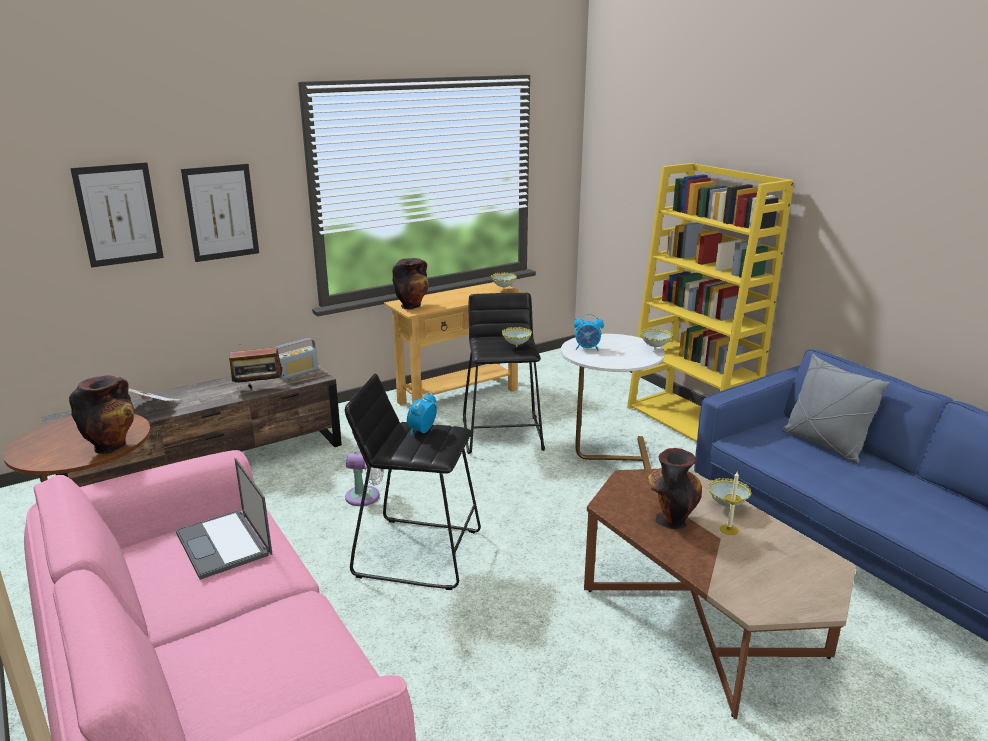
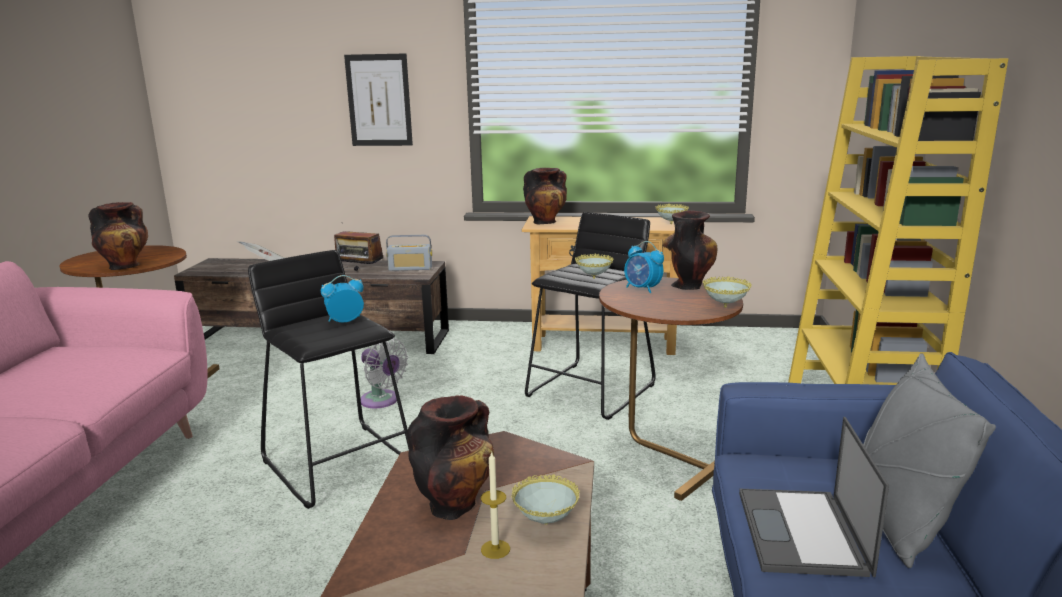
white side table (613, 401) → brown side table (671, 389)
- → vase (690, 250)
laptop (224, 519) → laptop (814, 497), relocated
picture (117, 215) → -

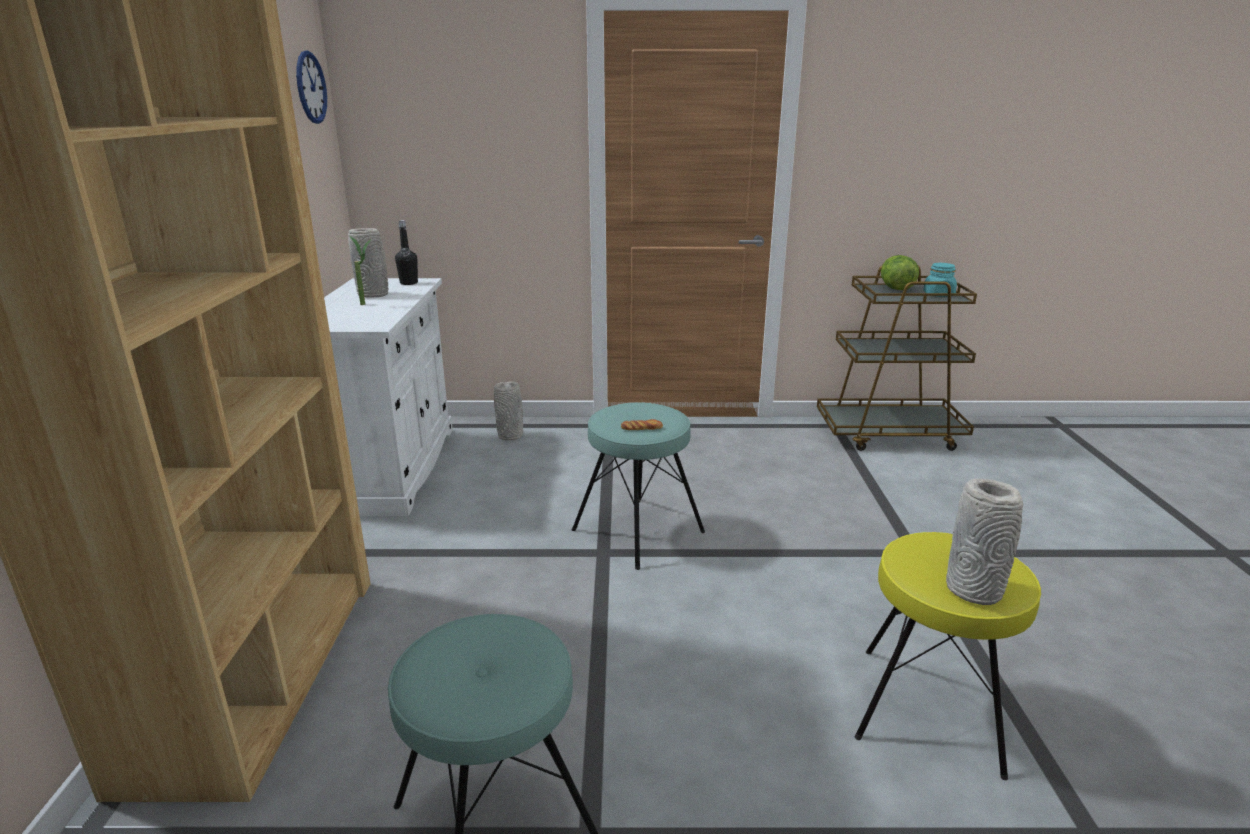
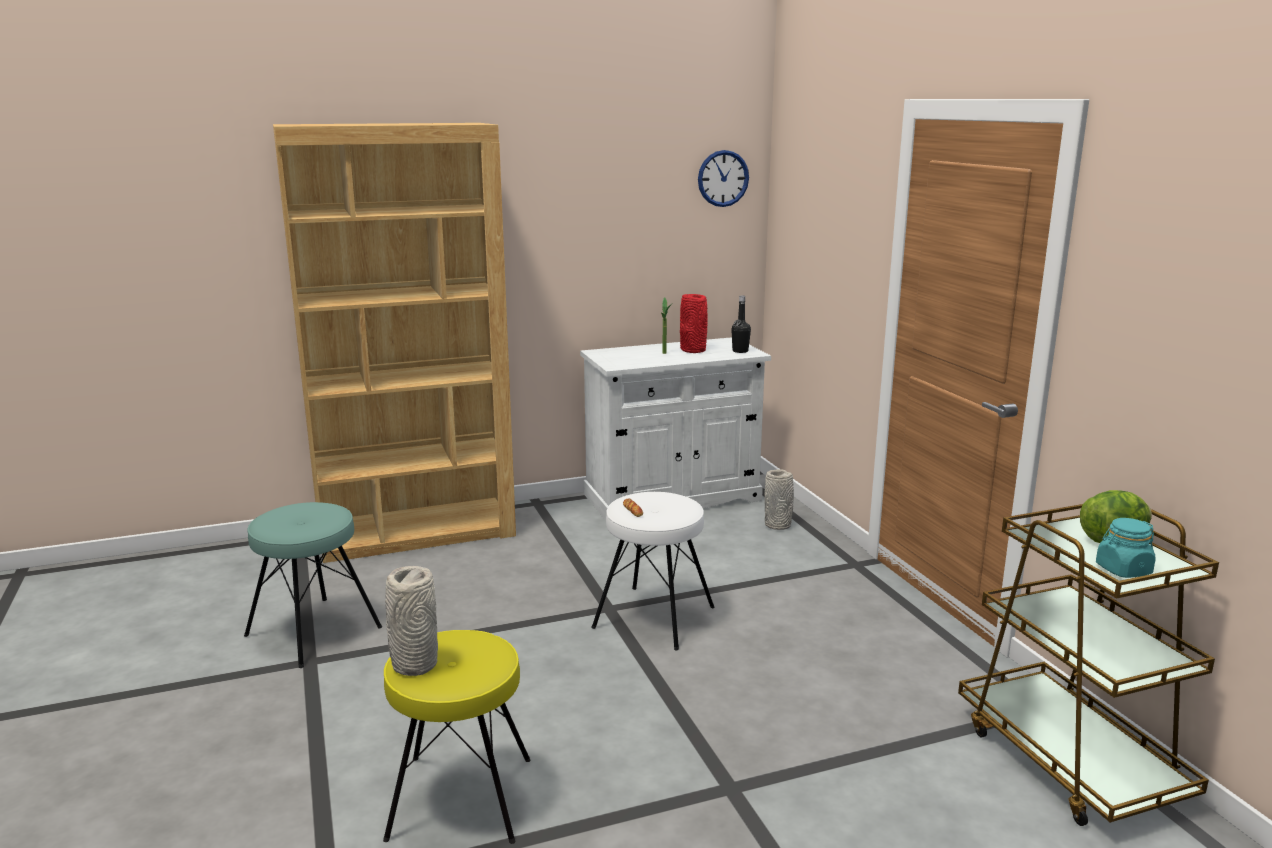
turquoise stool (638, 486) → white stool (653, 571)
grey vase (368, 263) → red vase (694, 323)

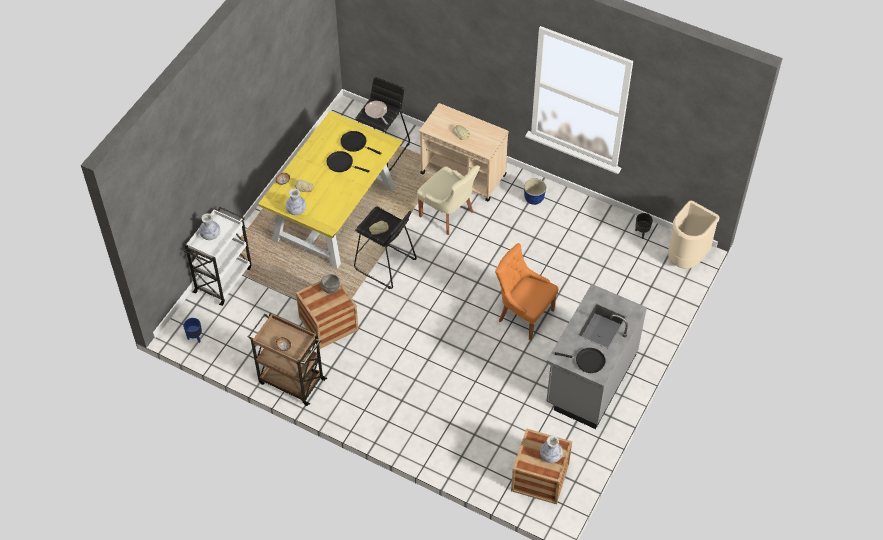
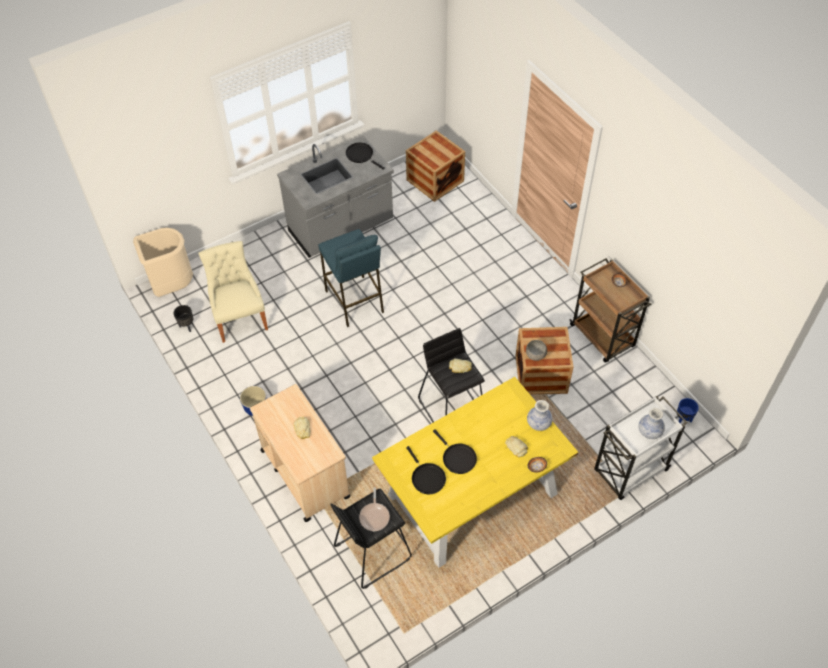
beige chair (448, 200) → beige chair (233, 292), relocated
orange chair (527, 292) → blue stool (351, 278)
vase (551, 449) → -

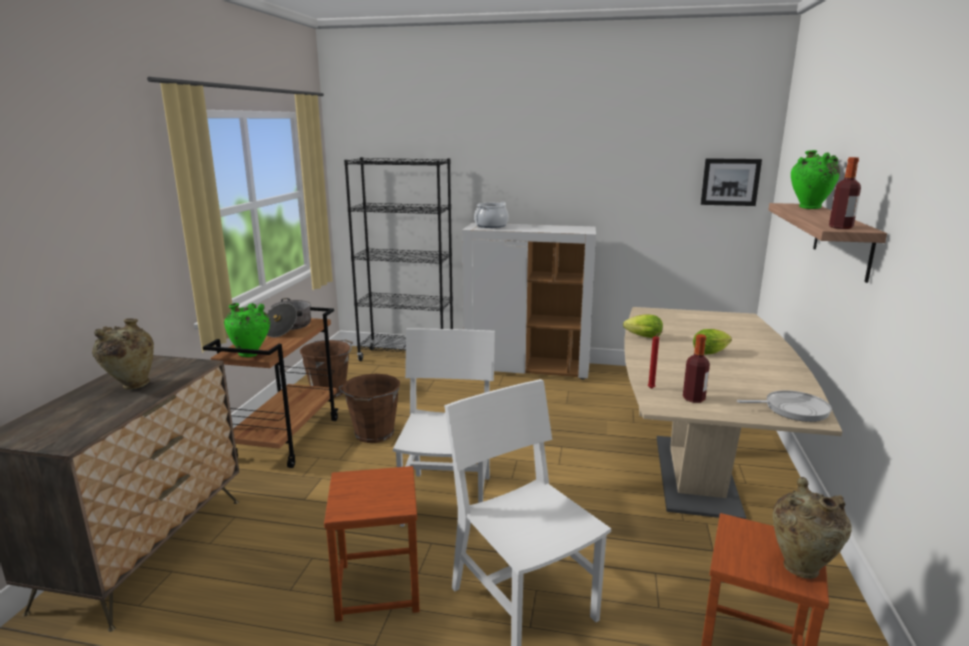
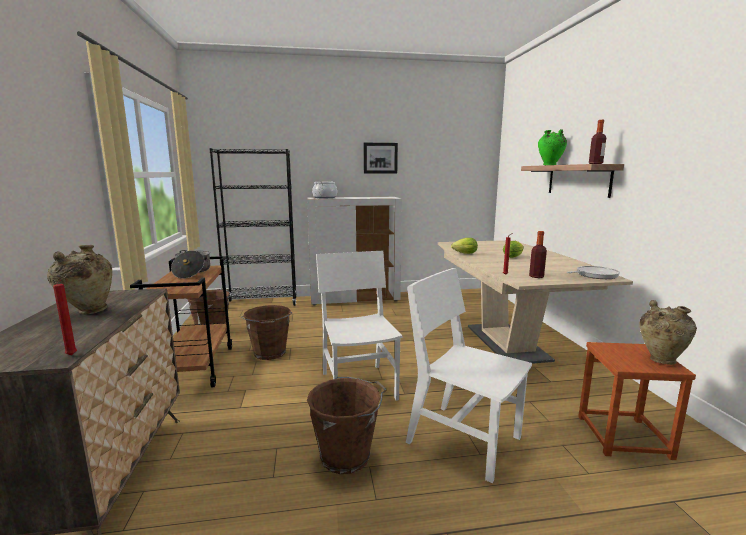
- → red candle (65, 315)
brown stool (372, 544) → brown bucket (346, 425)
picture (731, 182) → picture (380, 158), relocated
green vase (247, 330) → -

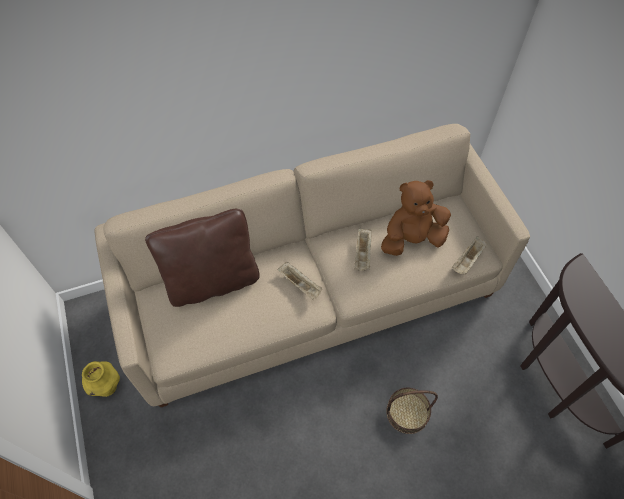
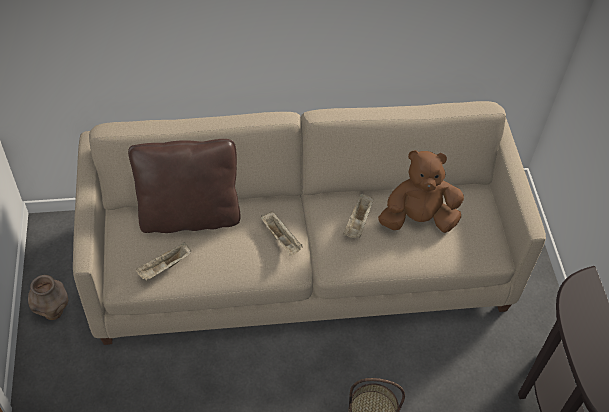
yellow vase (101, 379) → brown vase (48, 297)
beige tray (469, 255) → beige tray (163, 261), relocated

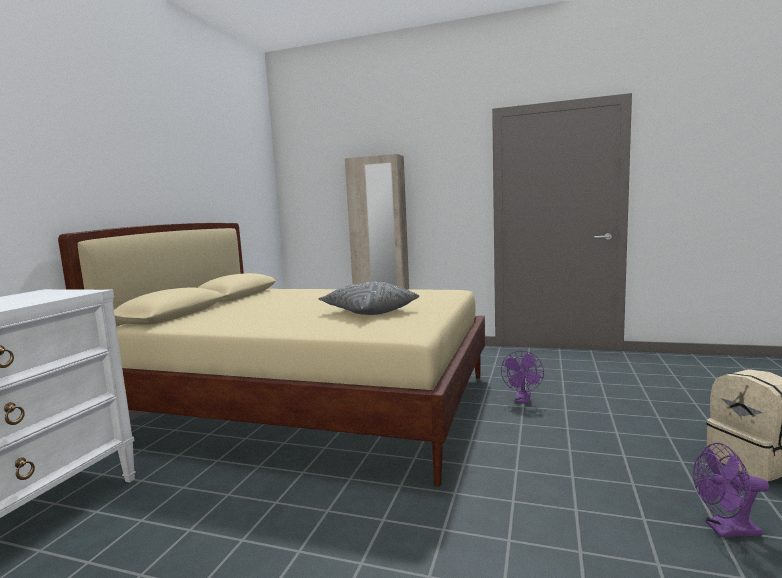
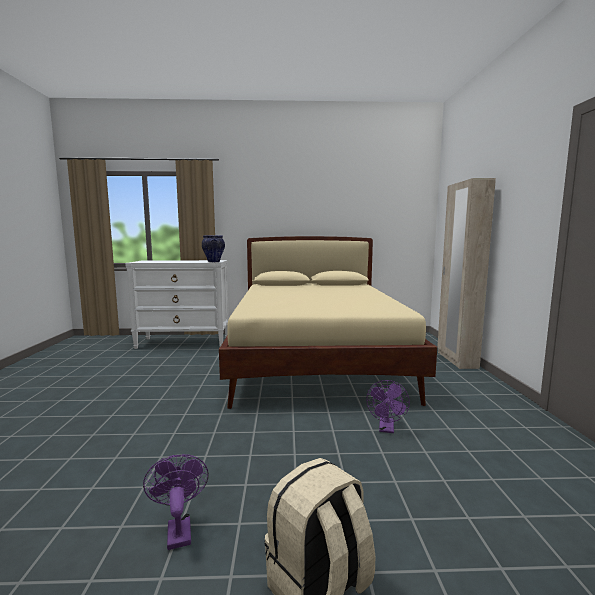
- → vase (213, 248)
purple fan (522, 377) → purple fan (388, 406), 75 degrees counterclockwise
grey pillow (369, 298) → -

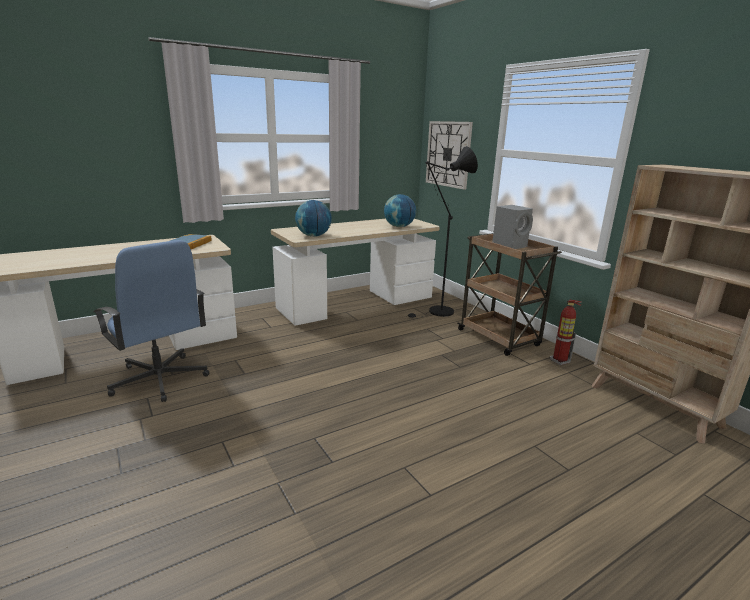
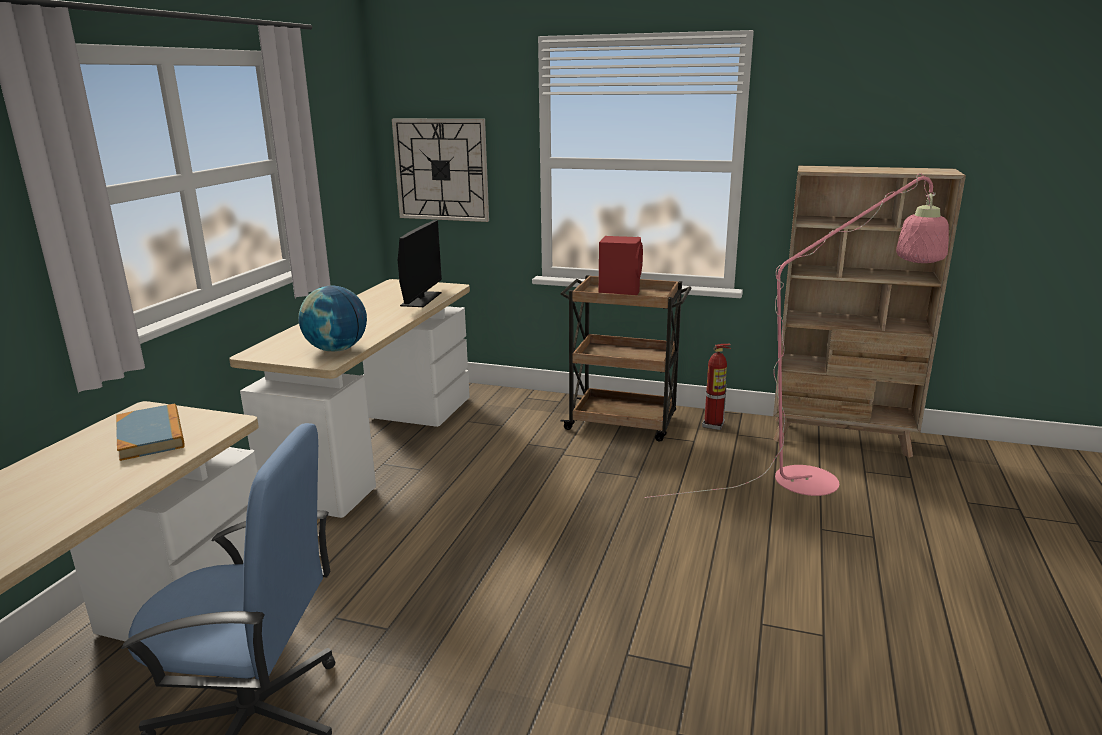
globe (400, 210) → monitor (420, 263)
grey speaker (512, 227) → red speaker (621, 265)
- → pink floor lamp (796, 335)
black floor lamp (442, 232) → -

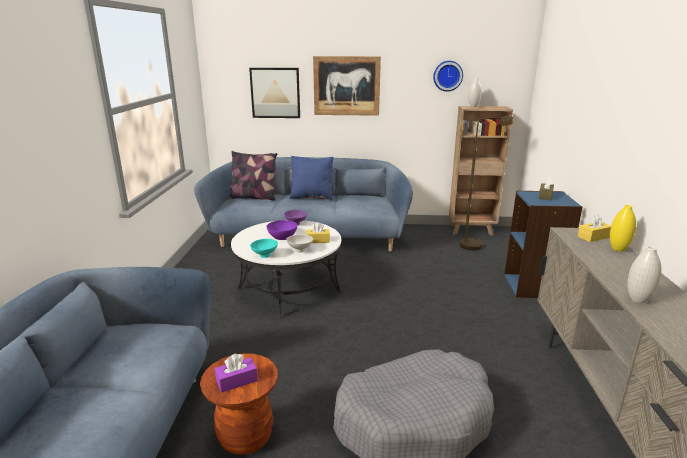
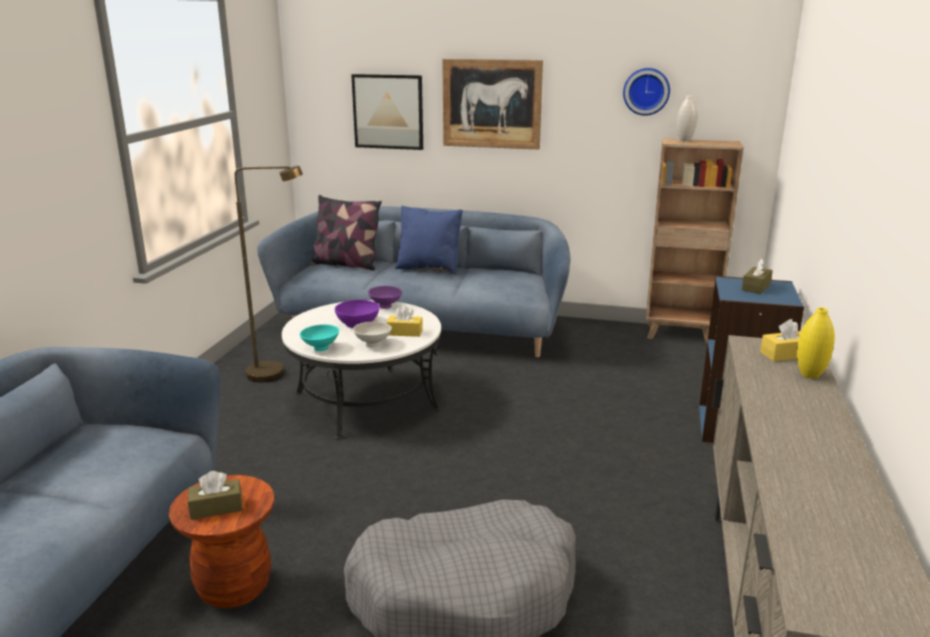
purple tissue box (236, 373) → brown tissue box (215, 495)
brown floor lamp (486, 183) → brown floor lamp (269, 274), relocated
white vase (644, 274) → -

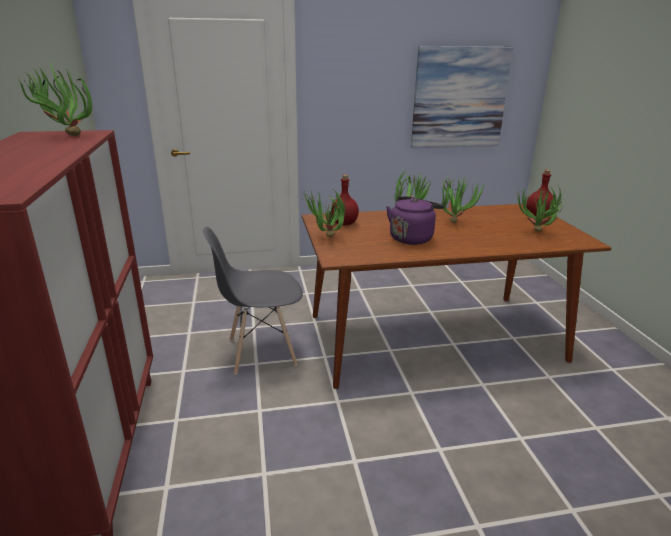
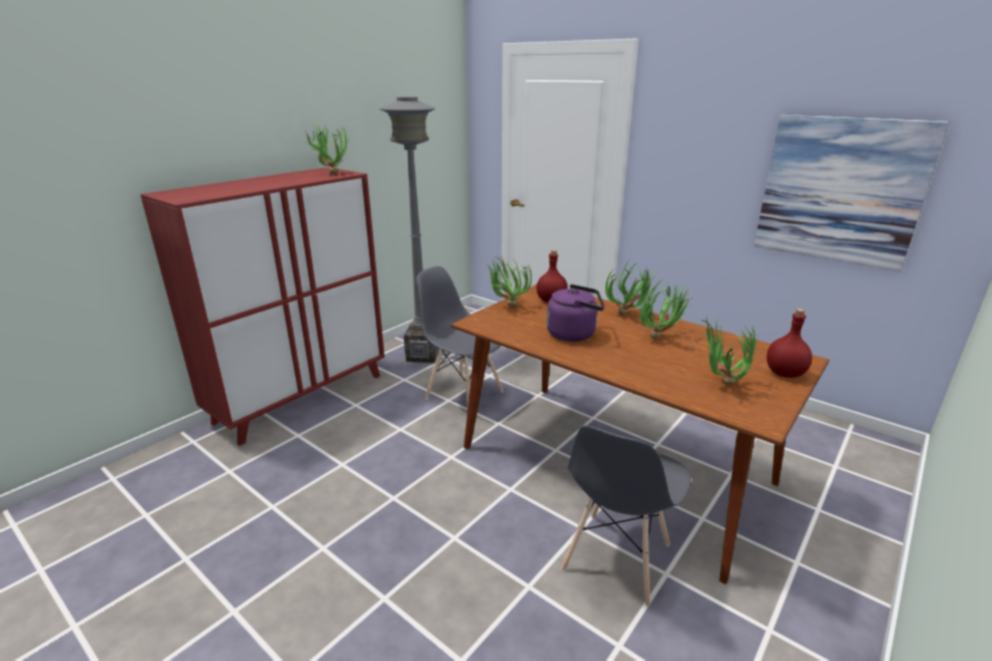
- → grey floor lamp (410, 230)
- → grey chair (626, 516)

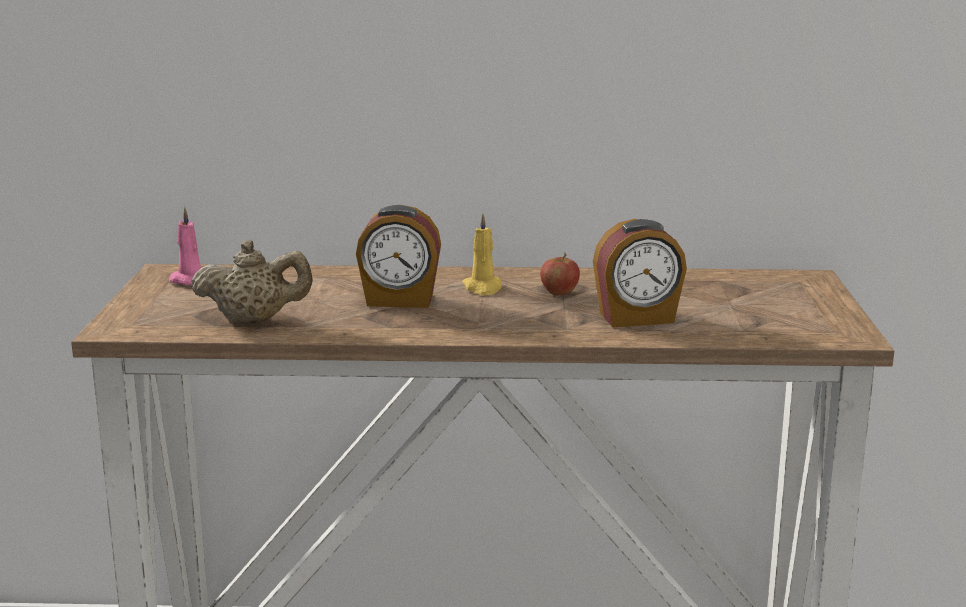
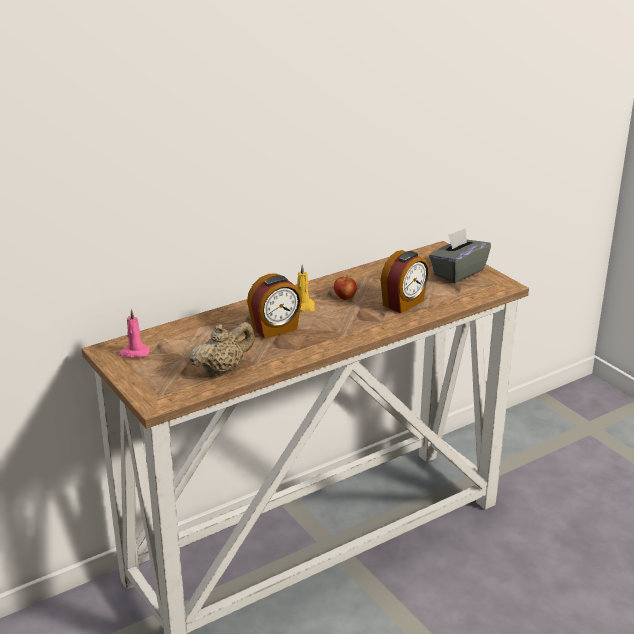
- → grey tissue box (460, 255)

